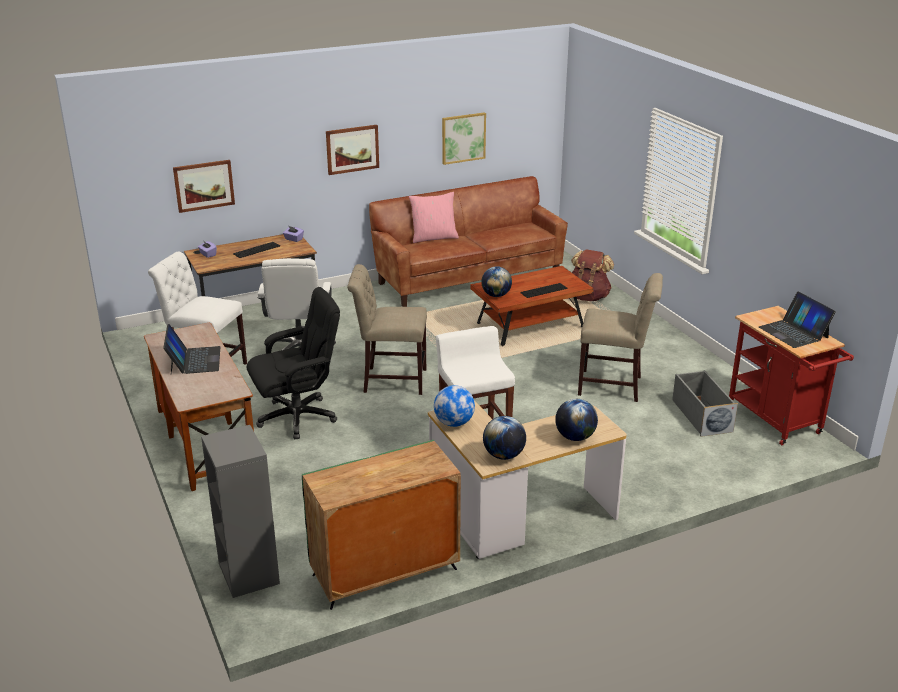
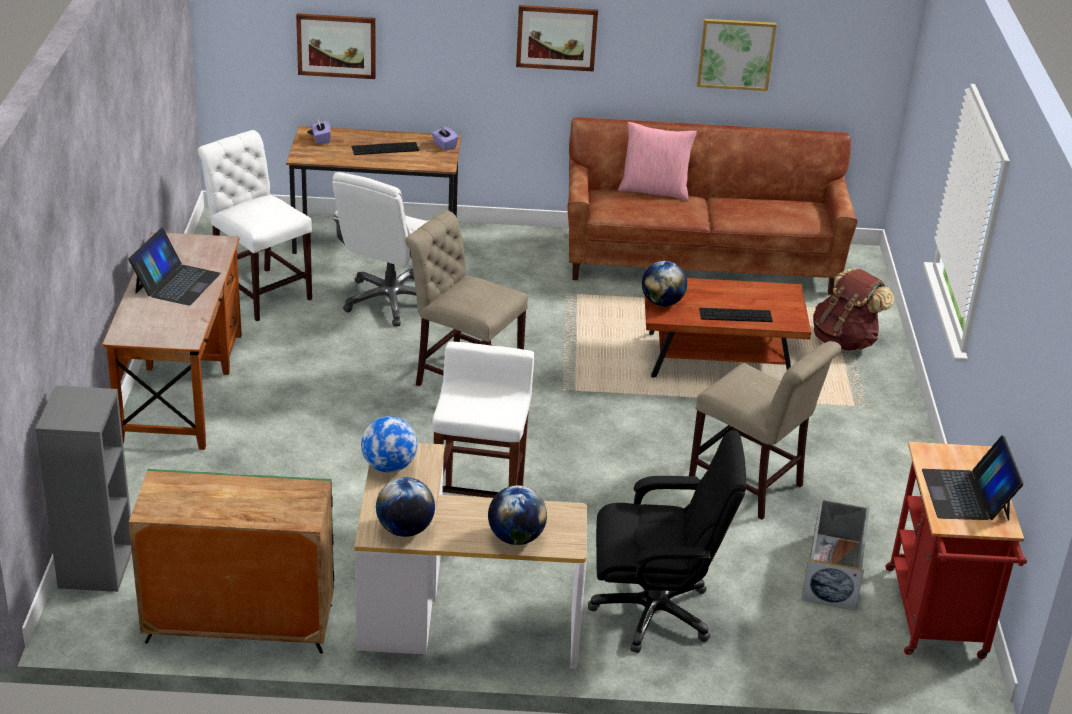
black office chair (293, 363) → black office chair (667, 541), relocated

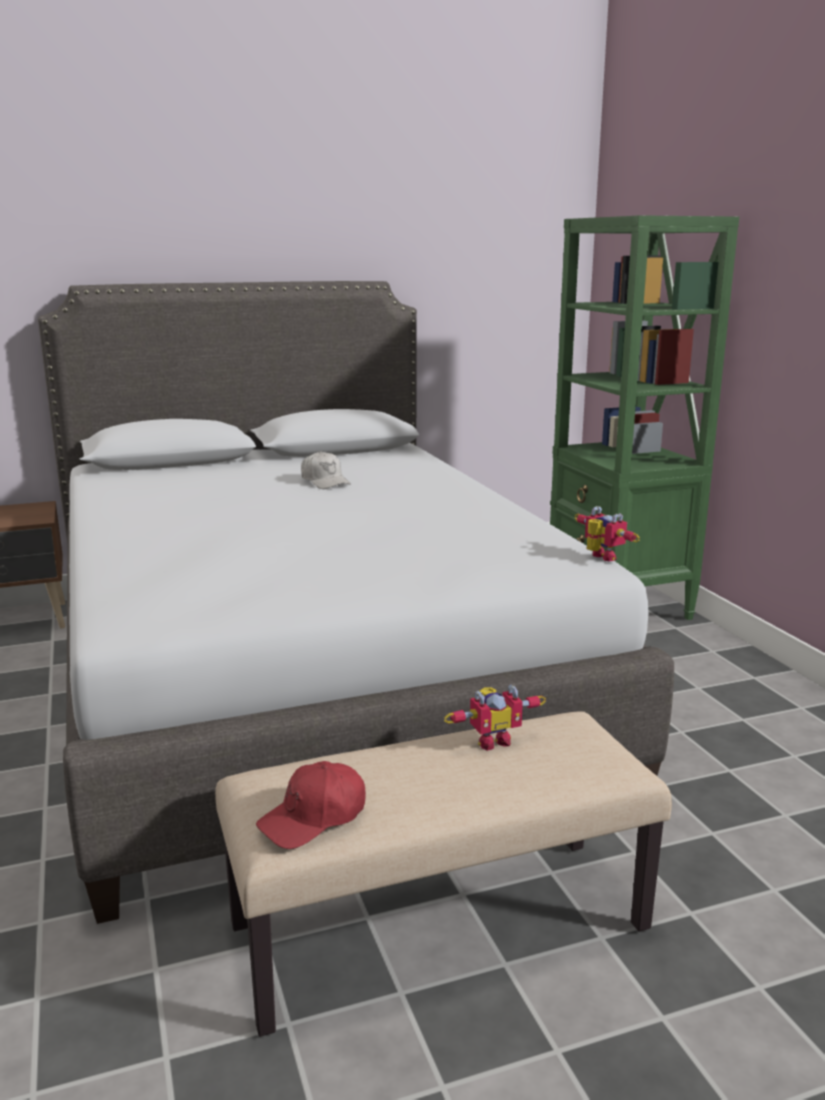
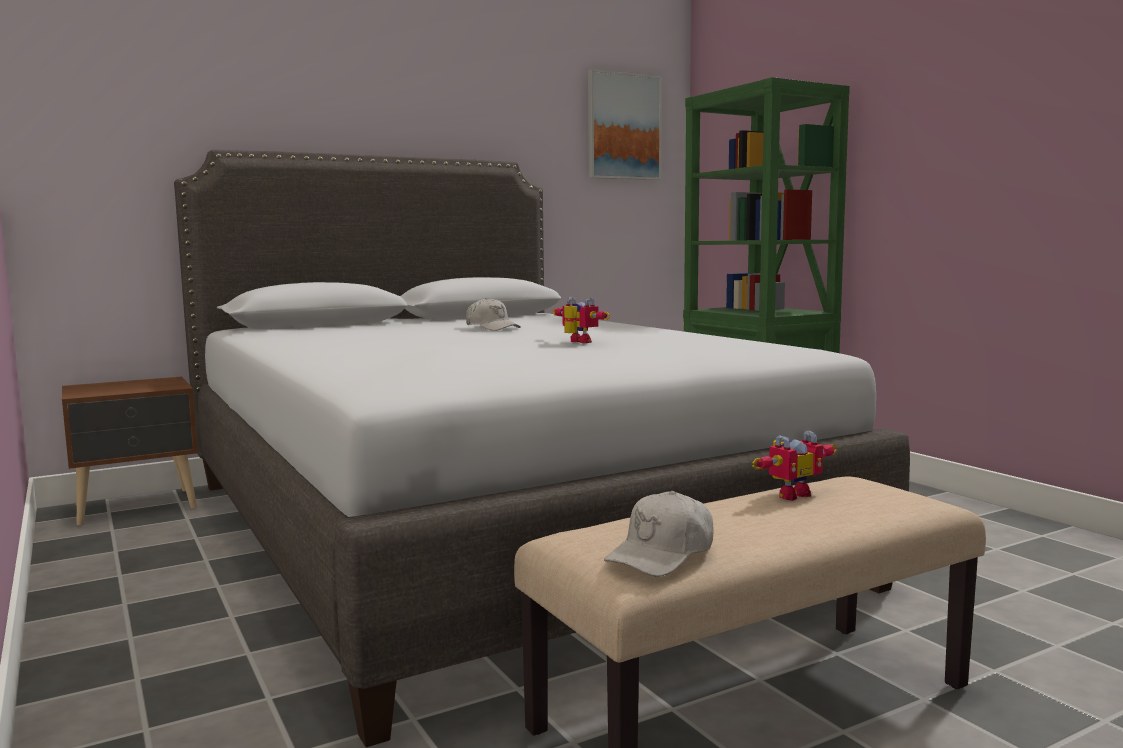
toy robot (607, 534) → toy robot (581, 320), relocated
- → picture (625, 124)
red cap (311, 805) → white cap (659, 534)

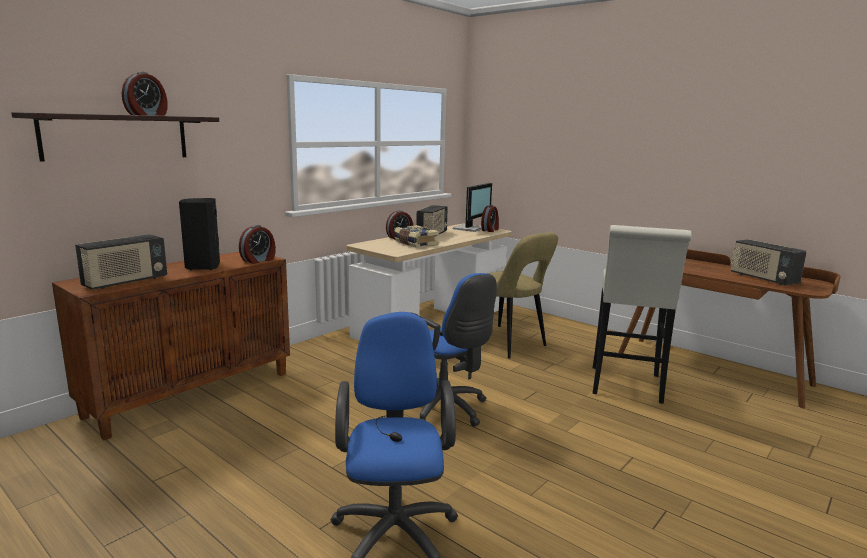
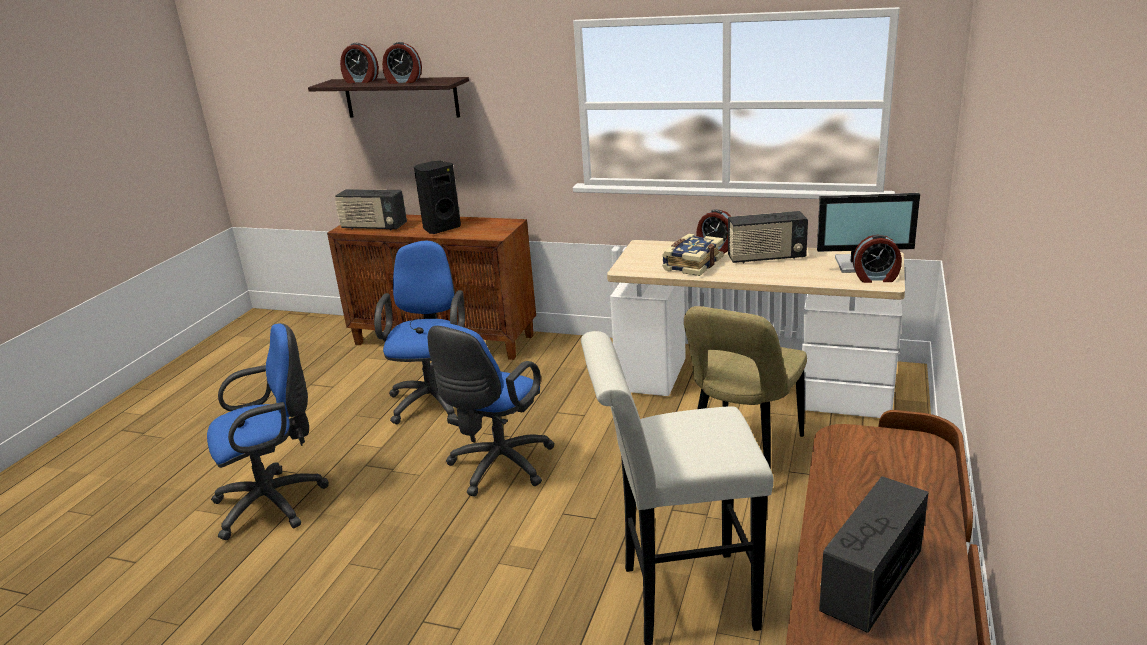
alarm clock (257, 244) → alarm clock (359, 63), relocated
- → blue office chair (419, 332)

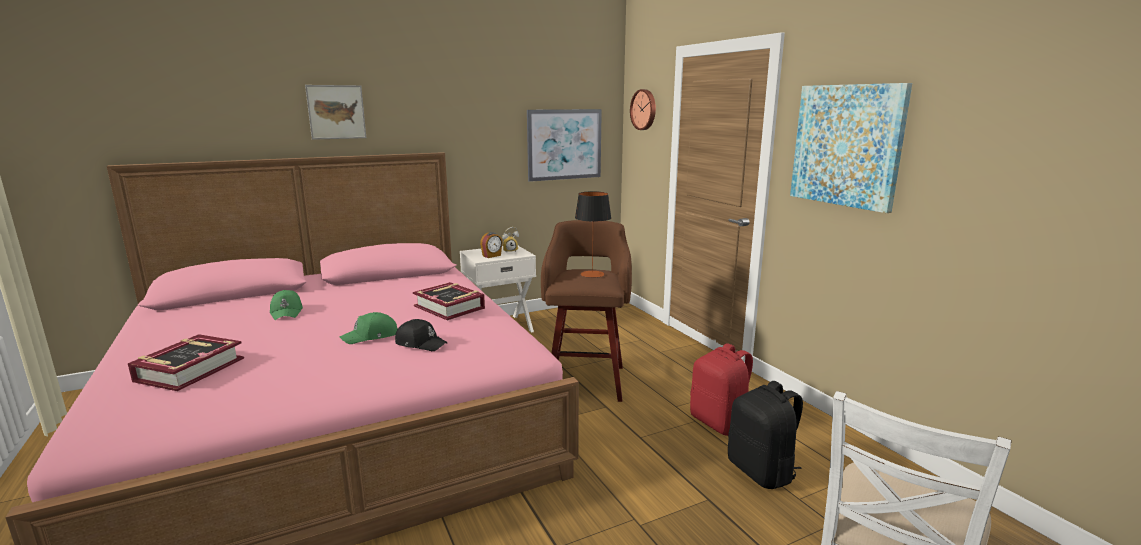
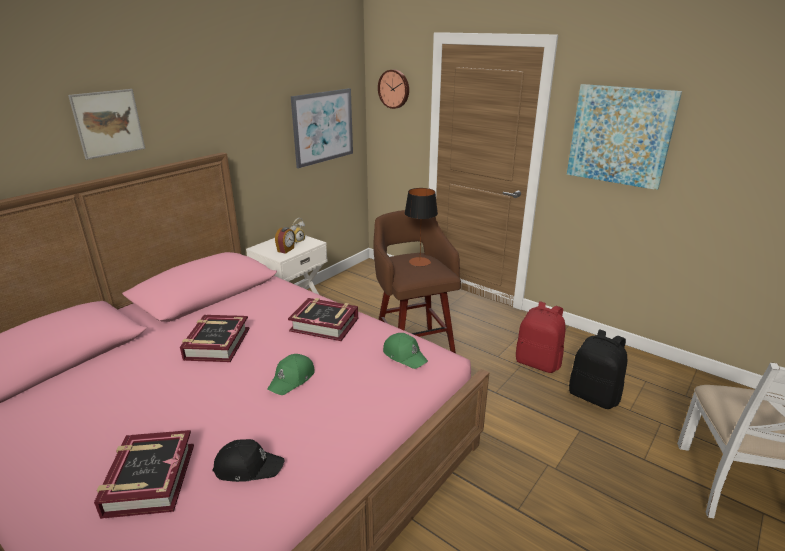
- → book (215, 338)
black cap (421, 335) → black cap (248, 460), relocated
green cap (286, 305) → green cap (405, 351), relocated

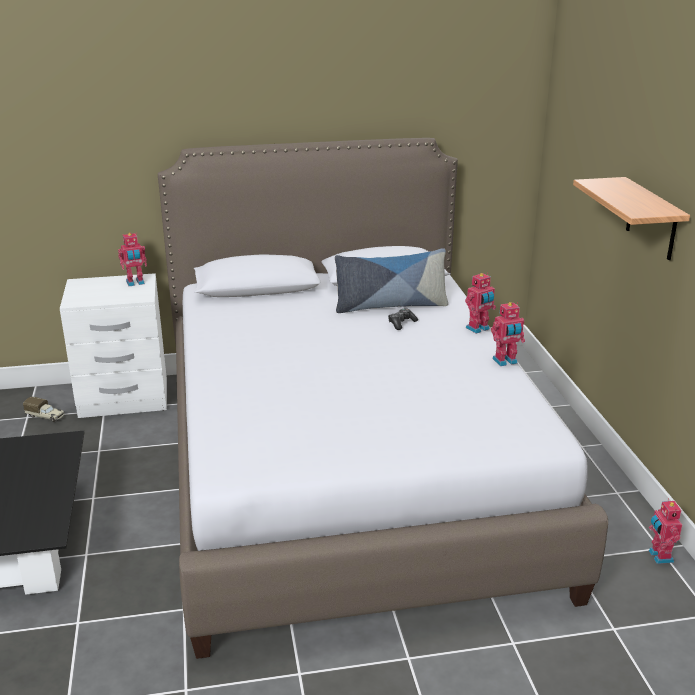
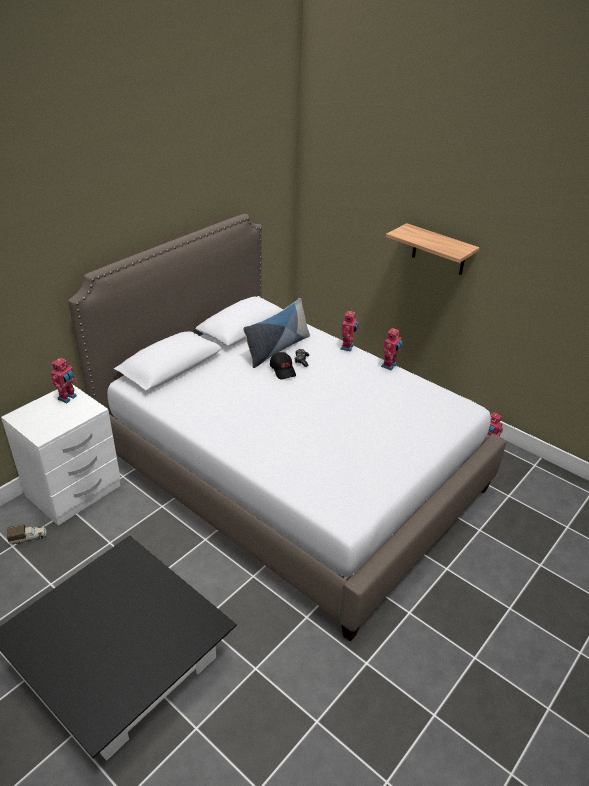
- → black cap (283, 365)

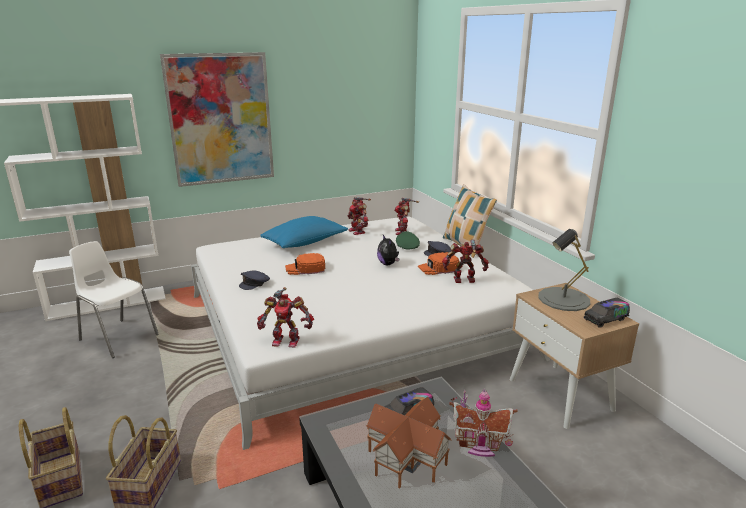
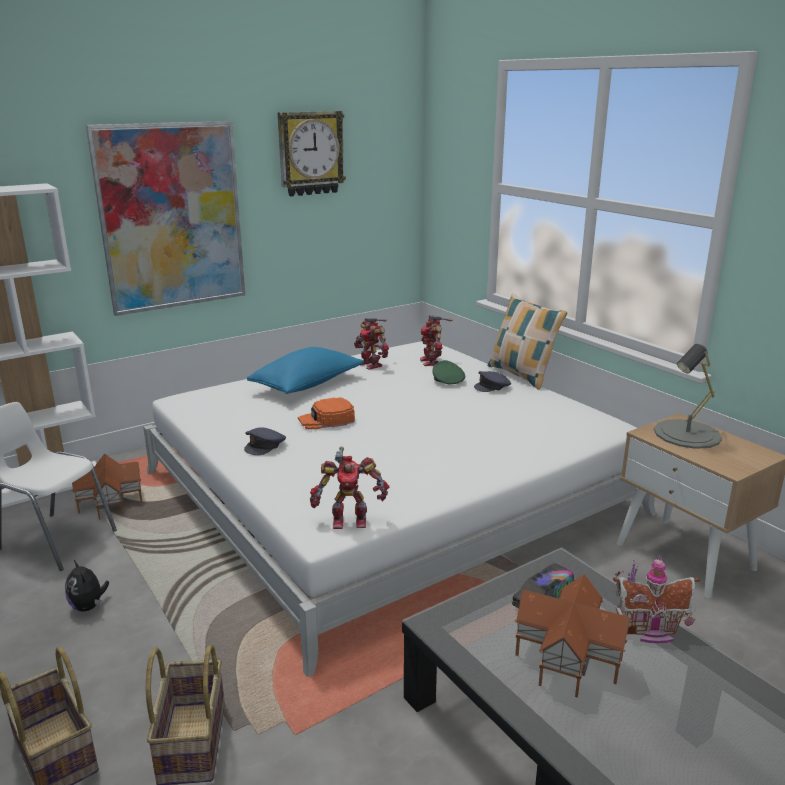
plush toy (388, 250) → plush toy (87, 586), relocated
- → toy house (107, 486)
- → wall clock (312, 153)
orange cap (439, 263) → -
toy robot (465, 261) → -
toy truck (607, 313) → -

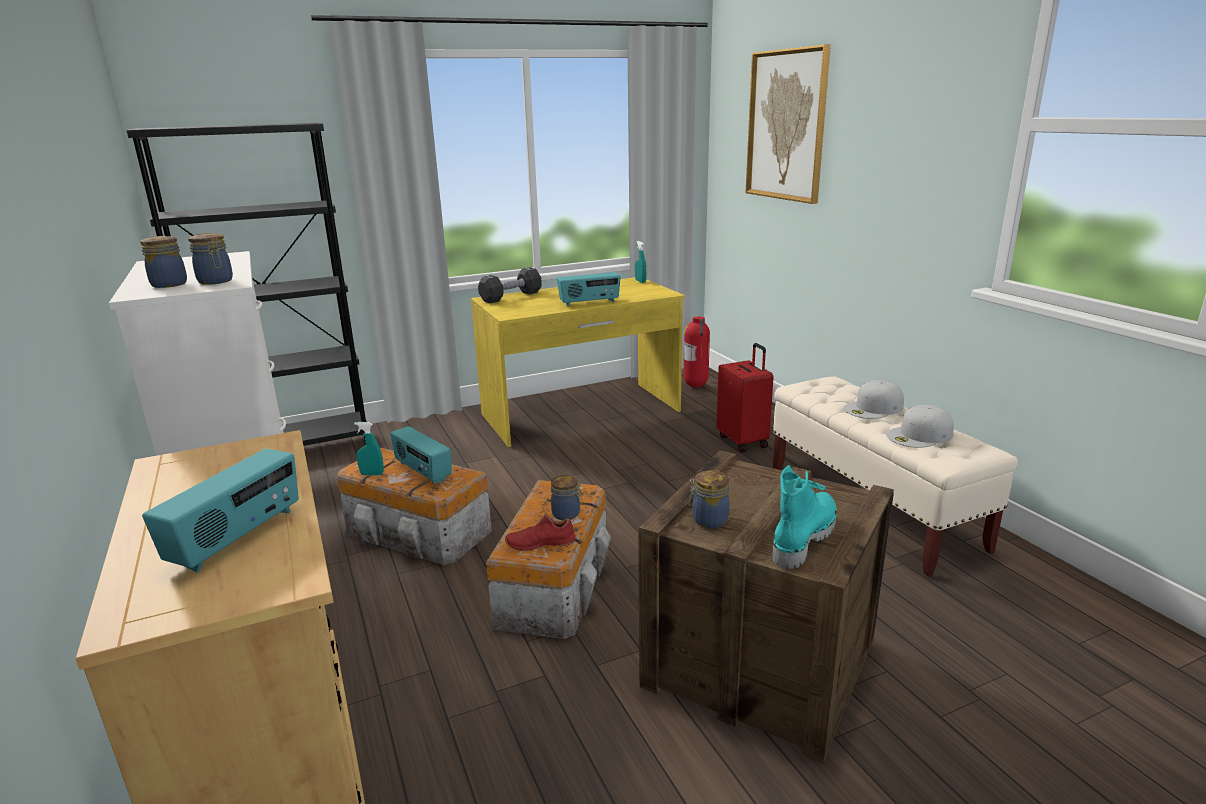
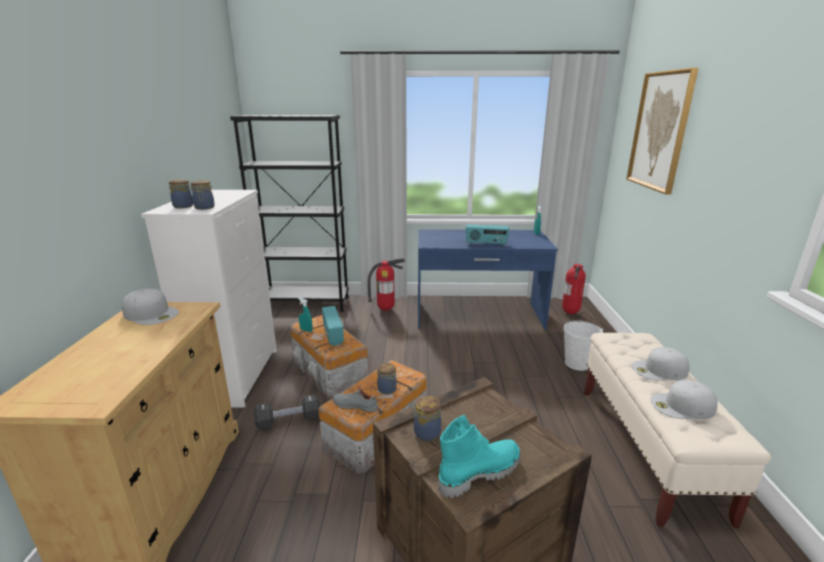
- → white cap (150, 307)
black dumbbell (510, 285) → black dumbbell (287, 412), relocated
red shoe (540, 530) → grey shoe (355, 399)
- → fire extinguisher (386, 284)
yellow desk (578, 362) → blue desk (488, 279)
red suitcase (745, 398) → white bucket (583, 345)
radio (220, 510) → -

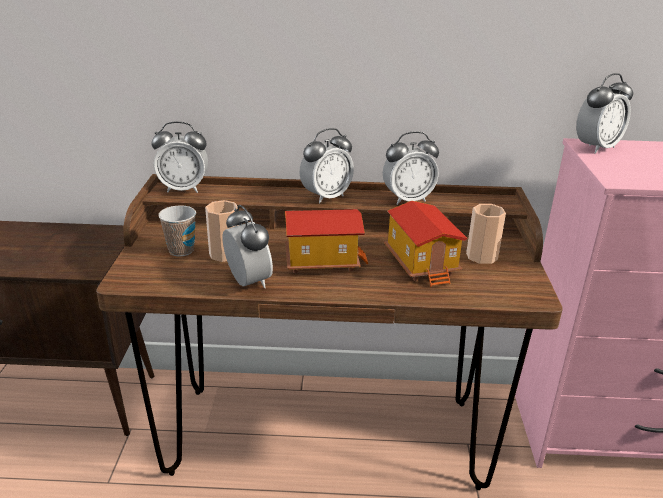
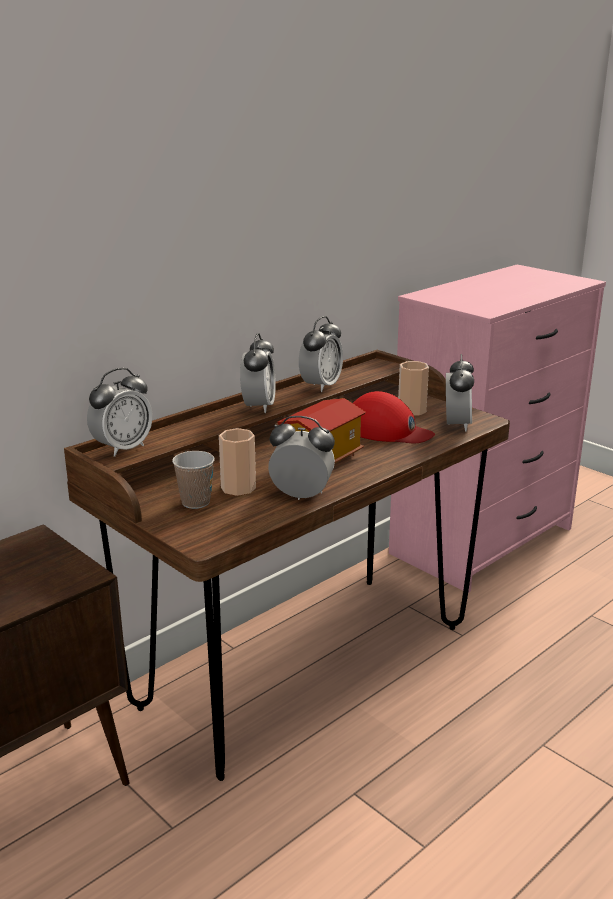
toy house (425, 244) → red cap (394, 417)
alarm clock (604, 113) → alarm clock (460, 393), relocated

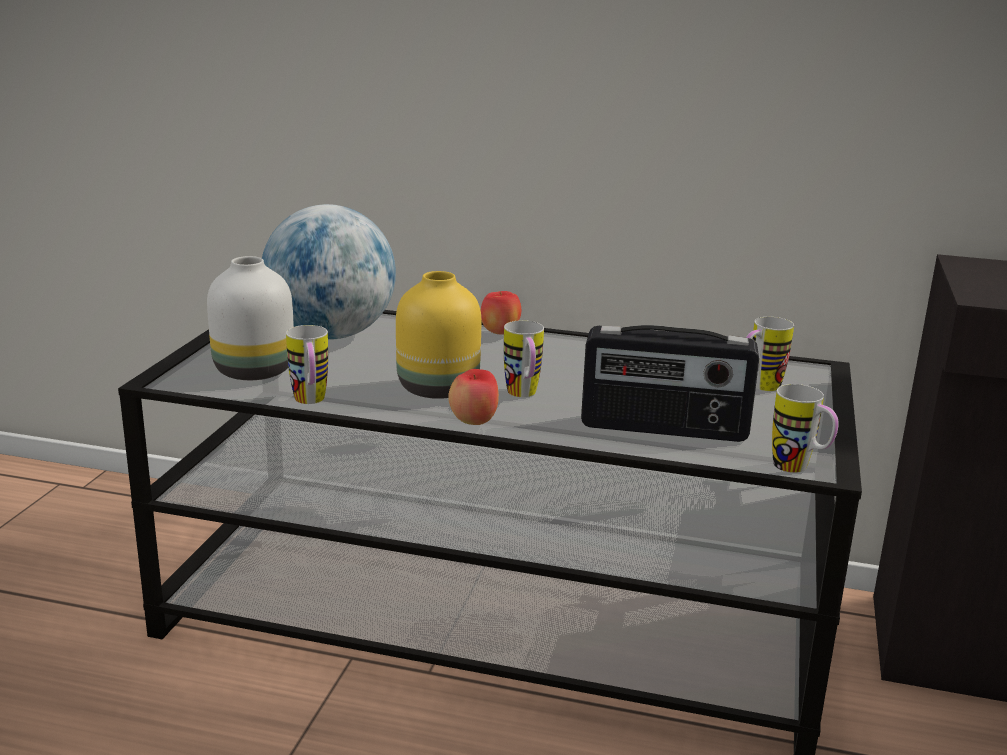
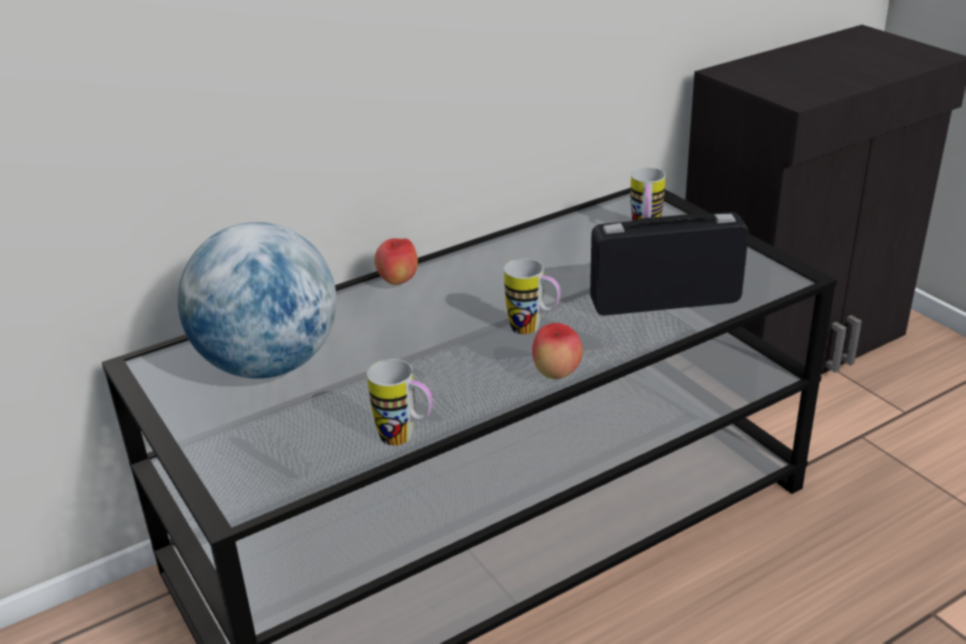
radio (670, 383) → radio (669, 264), 150 degrees counterclockwise
white vase (250, 318) → -
yellow vase (438, 335) → -
mug (805, 428) → -

